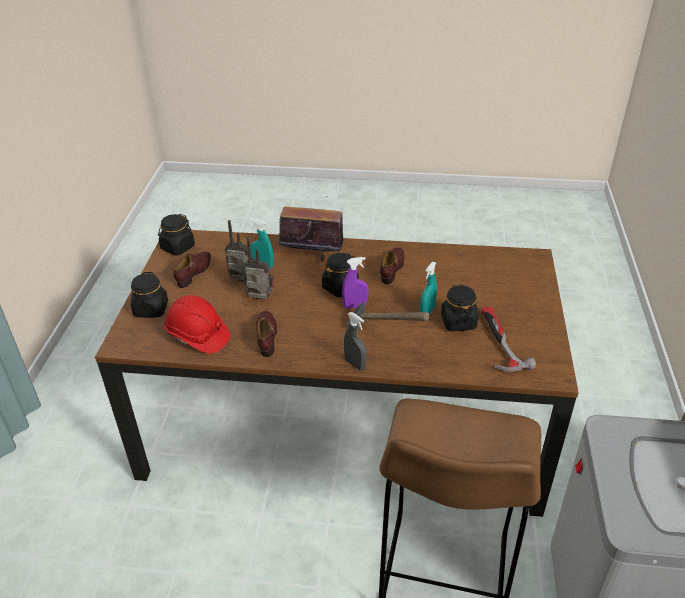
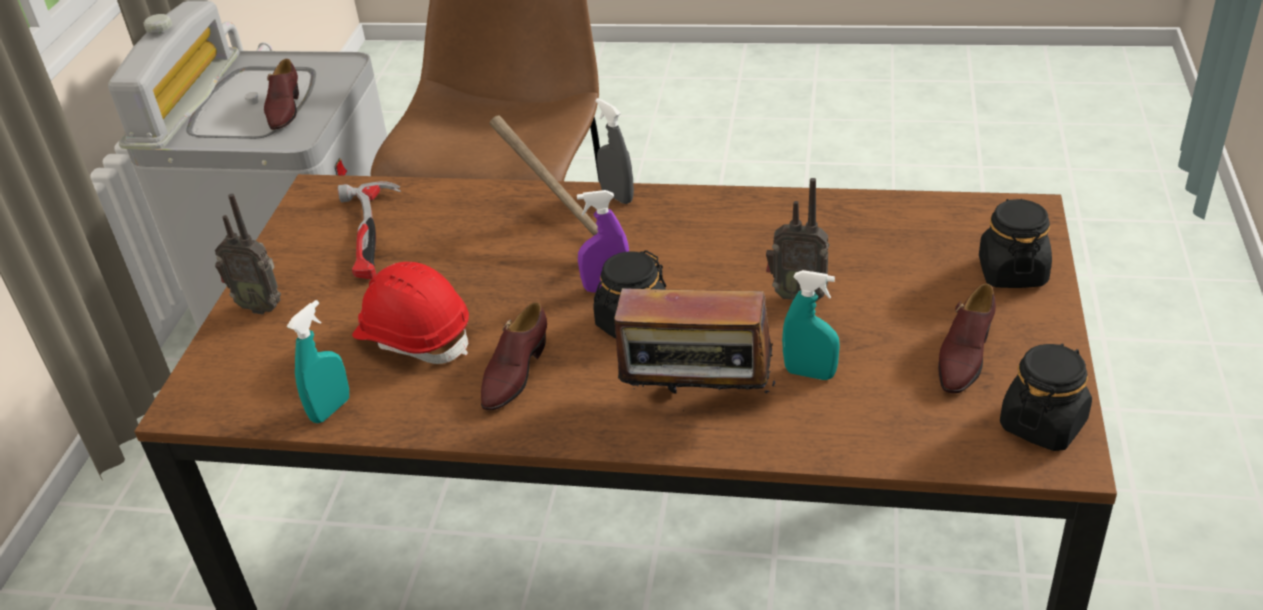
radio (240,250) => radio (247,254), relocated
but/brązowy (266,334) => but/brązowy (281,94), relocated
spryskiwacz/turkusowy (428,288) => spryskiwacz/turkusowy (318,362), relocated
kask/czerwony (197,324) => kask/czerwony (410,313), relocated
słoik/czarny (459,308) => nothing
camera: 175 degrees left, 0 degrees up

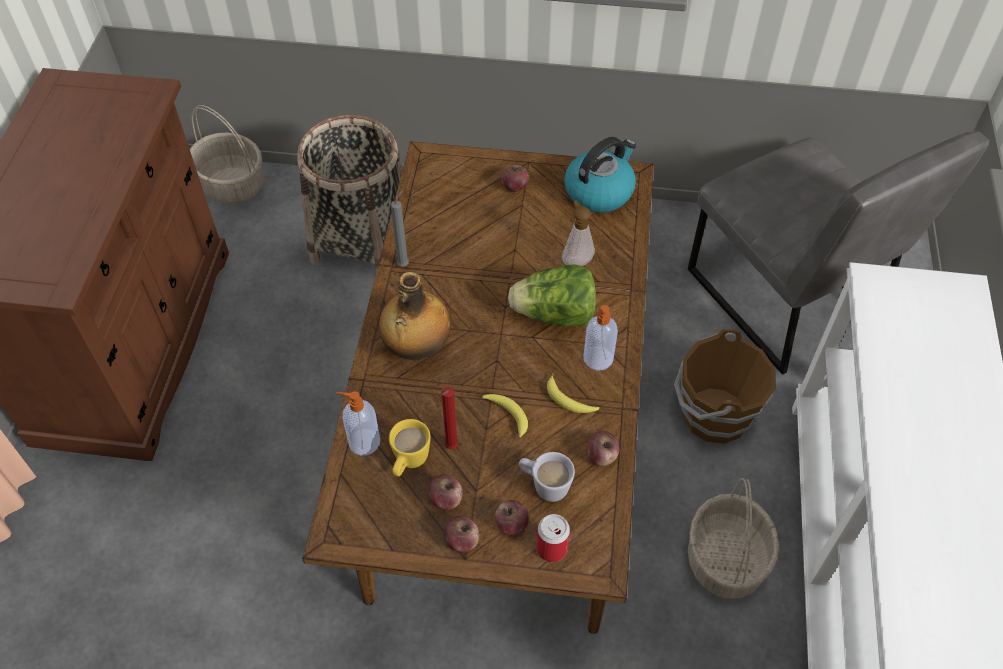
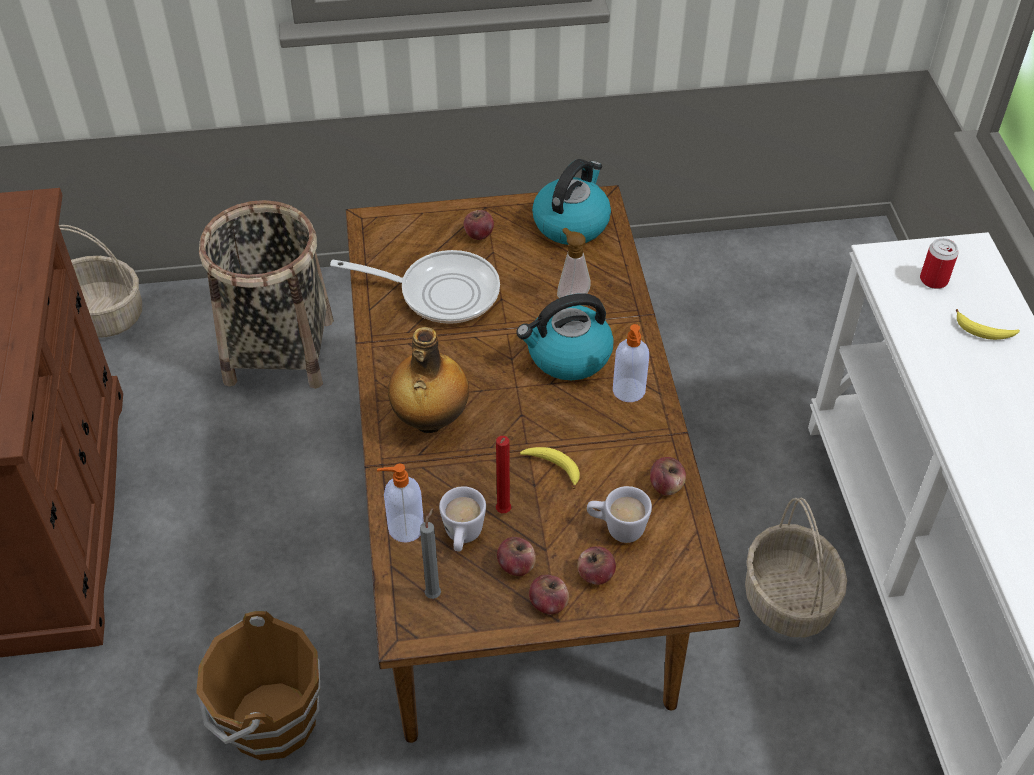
wiadro/brązowy (725,386) => wiadro/brązowy (258,686), relocated
nothing => patelnia (415,287)
świeca/szary (400,228) => świeca/szary (430,553), relocated
kubek/żółty (410,447) => kubek/biały (462,518)
sałata (552,295) => czajnik (565,336)
puszka (553,538) => puszka (939,263), relocated
banan (573,393) => banan (988,324), relocated
krzesło/szary (838,253) => nothing
camera: 15 degrees left, 5 degrees down

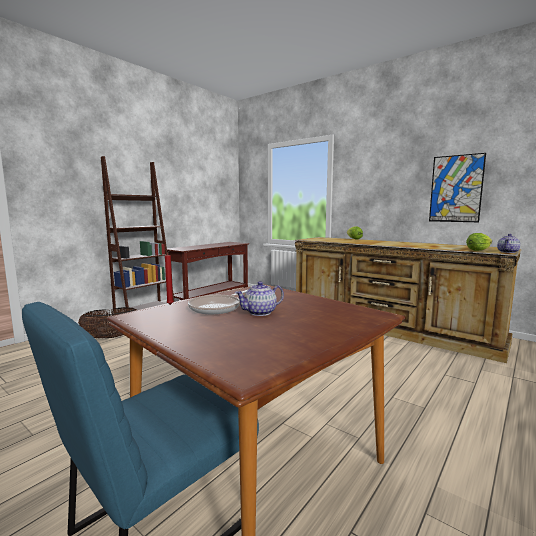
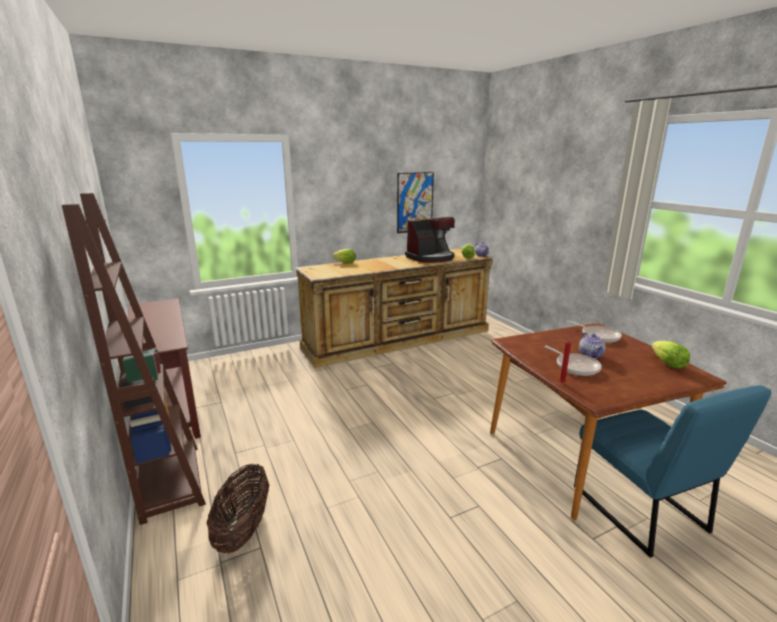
nothing => ekspres do kawy (430,240)
nothing => patelnia (594,332)
nothing => sałata (670,354)
camera: 65 degrees left, 10 degrees up

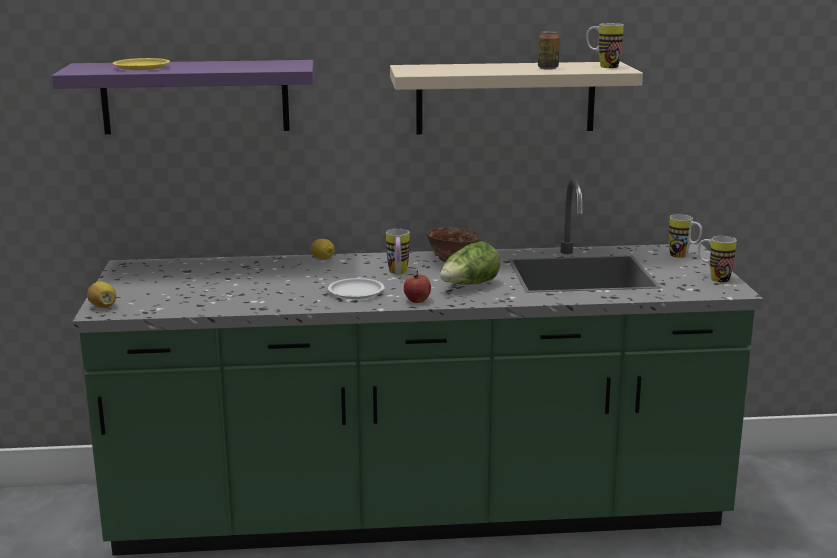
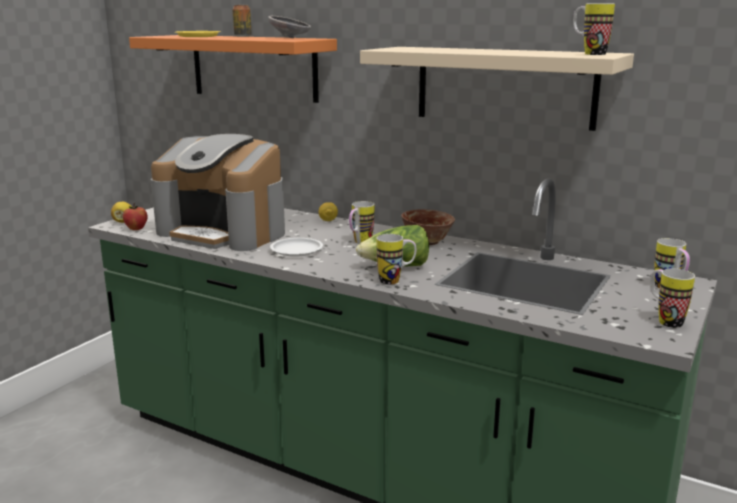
jabłko (417,286) => jabłko (135,216), relocated
półka/fioletowy (183,97) => półka/pomarańczowy (233,69)
nothing => ekspres do kawy (218,192)
puszka (549,50) => puszka (242,20), relocated
nothing => miska/szary (289,27)
nothing => kubek (397,259)
camera: 35 degrees right, 0 degrees up

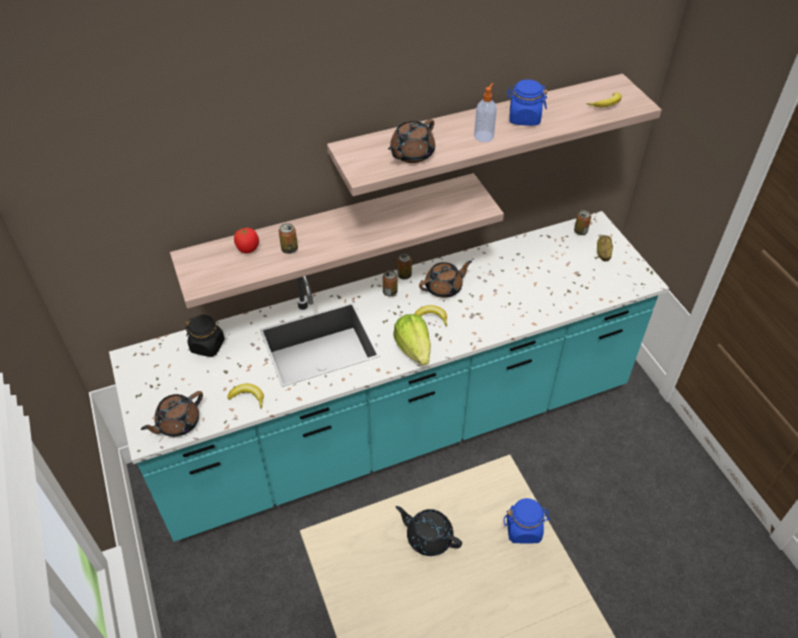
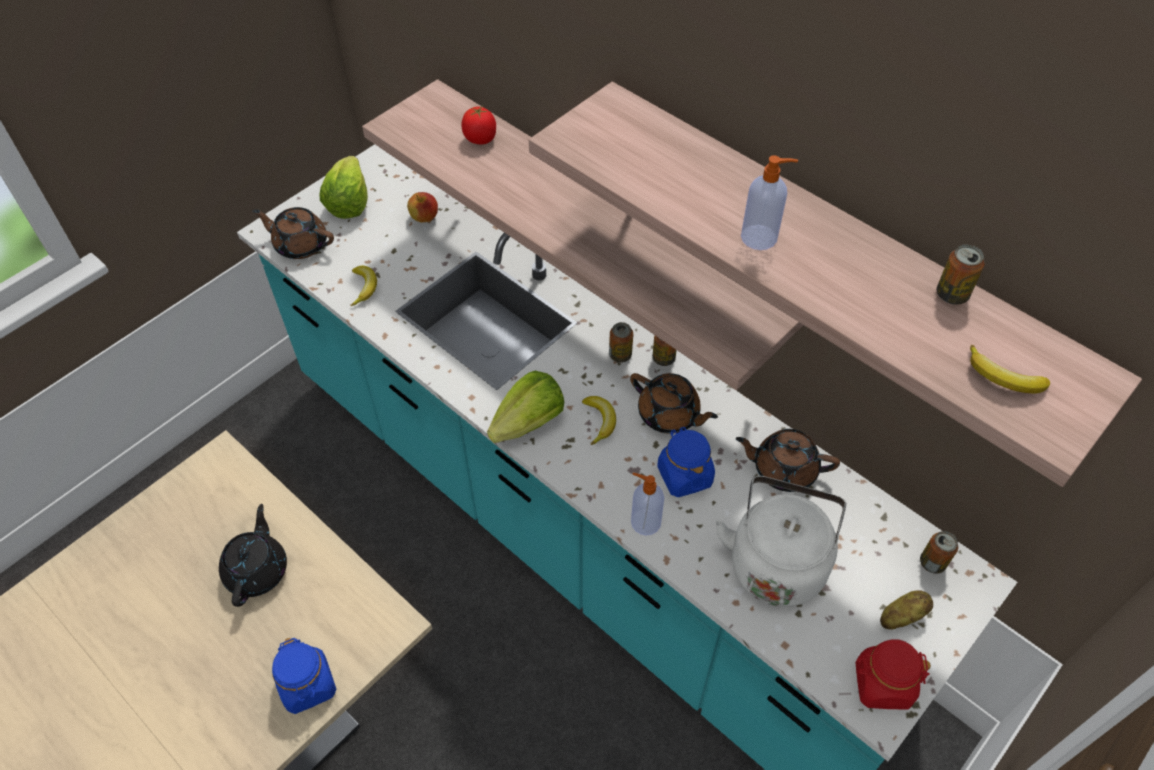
nothing => sałata (344,187)
słoik/czarny (205,336) => jabłko (422,207)
nothing => dozownik mydła (647,504)
słoik/niebieski (527,103) => słoik/niebieski (686,462), relocated
nothing => czajnik/biały (780,541)
imbryk/brązowy (411,141) => imbryk/brązowy (788,460), relocated
nothing => słoik/czerwony (893,674)
puszka (288,238) => puszka (960,275), relocated
camera: 65 degrees right, 5 degrees up

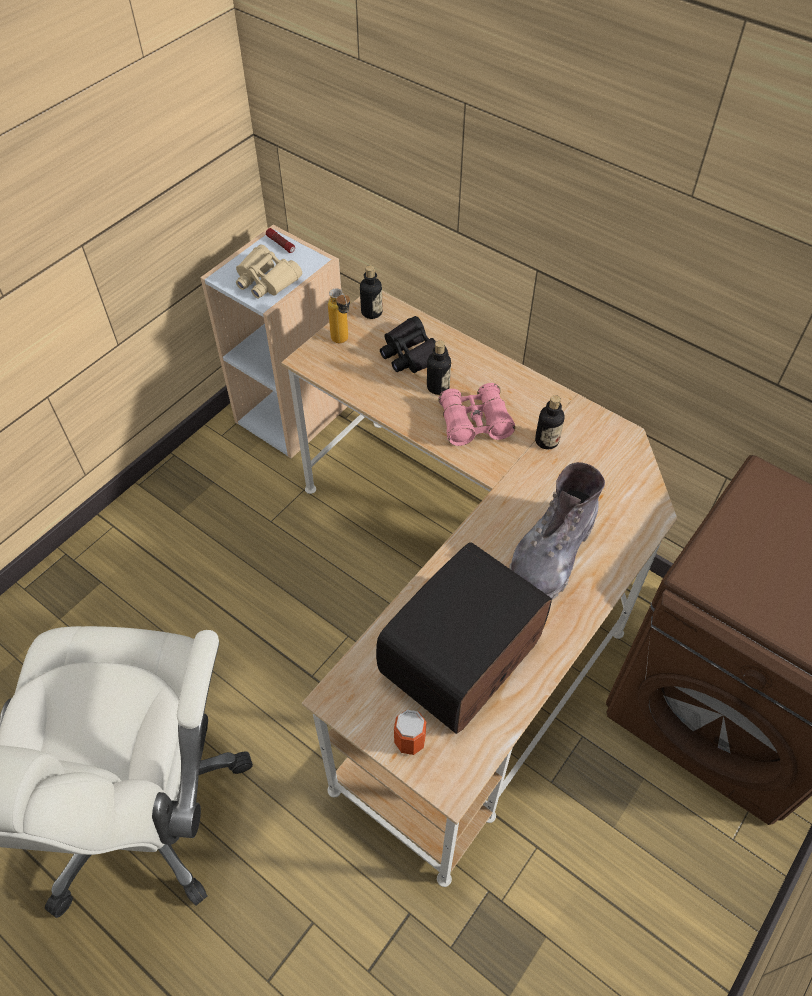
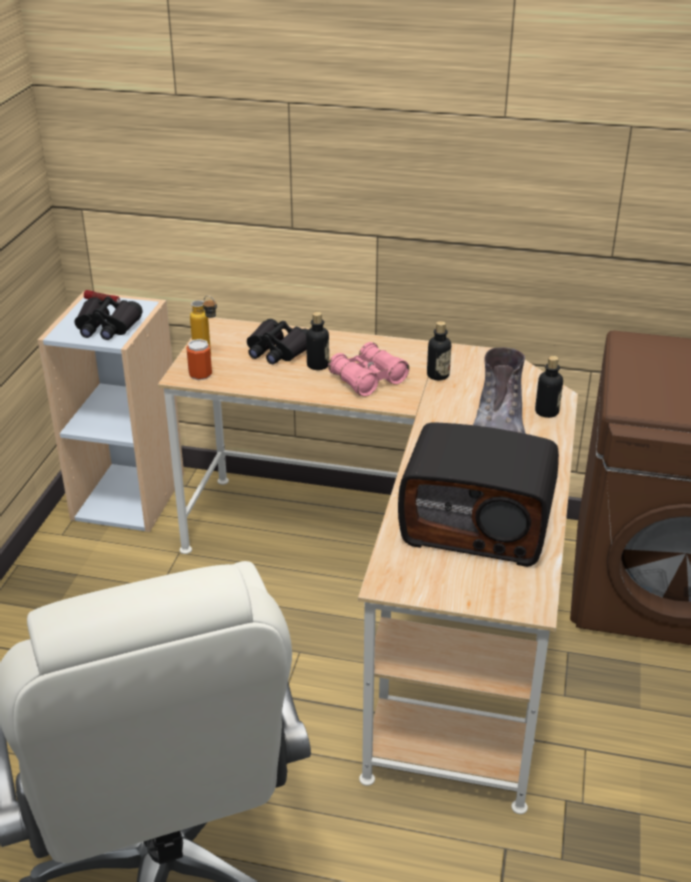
lornetka/beżowy (269,271) => lornetka/czarny (109,318)
puszka (410,732) => puszka (199,359), relocated
radio (464,638) => radio (478,494), 90 degrees counterclockwise
butelka (371,292) => butelka (549,387), relocated
camera: 25 degrees left, 20 degrees down

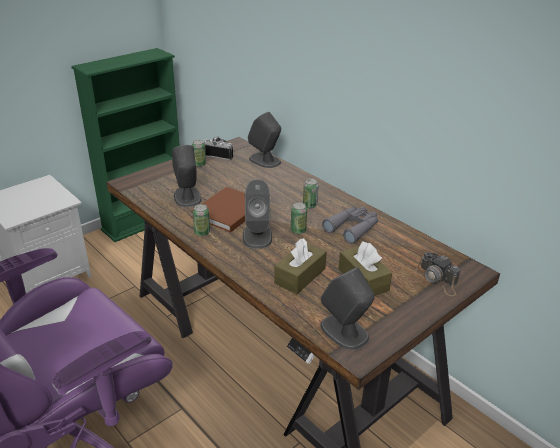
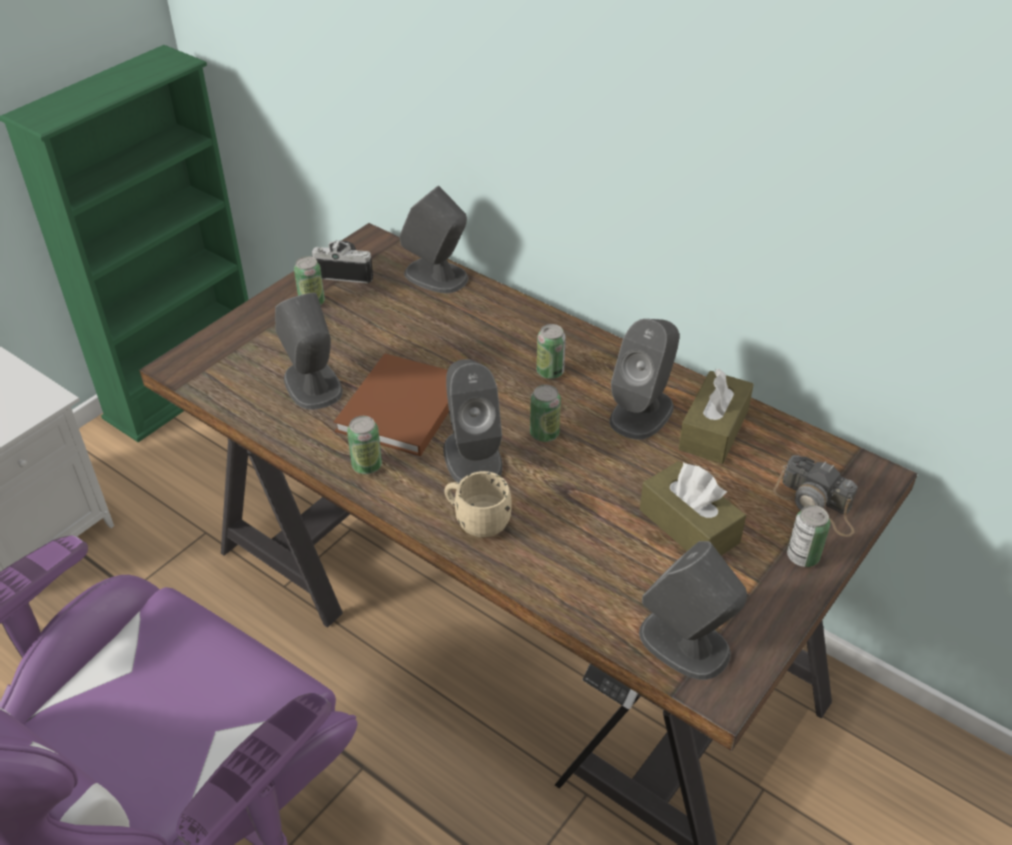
nothing => kubek/beżowy (477,504)
lornetka/szary (350,225) => głośnik/szary (644,379)
pudełko chusteczek/brązowy (300,266) => pudełko chusteczek/brązowy (716,416), relocated
nothing => puszka (808,536)
camera: 10 degrees left, 10 degrees up

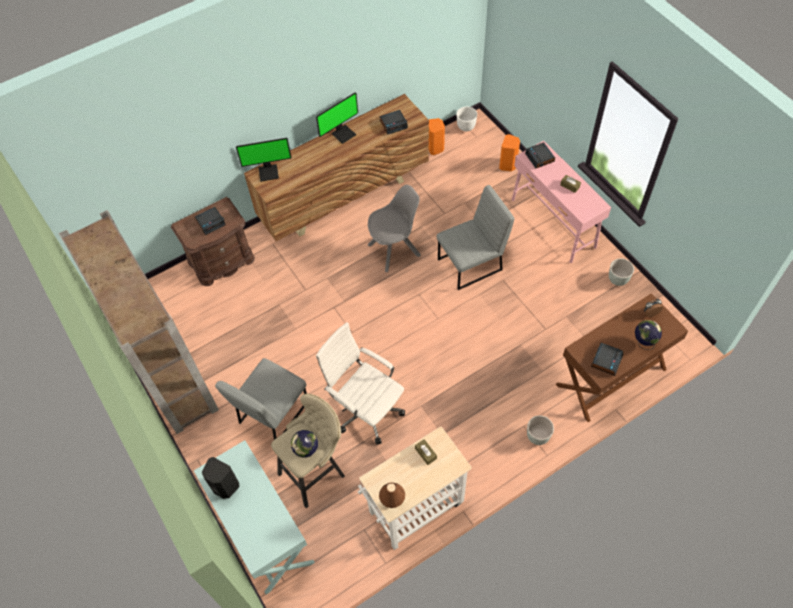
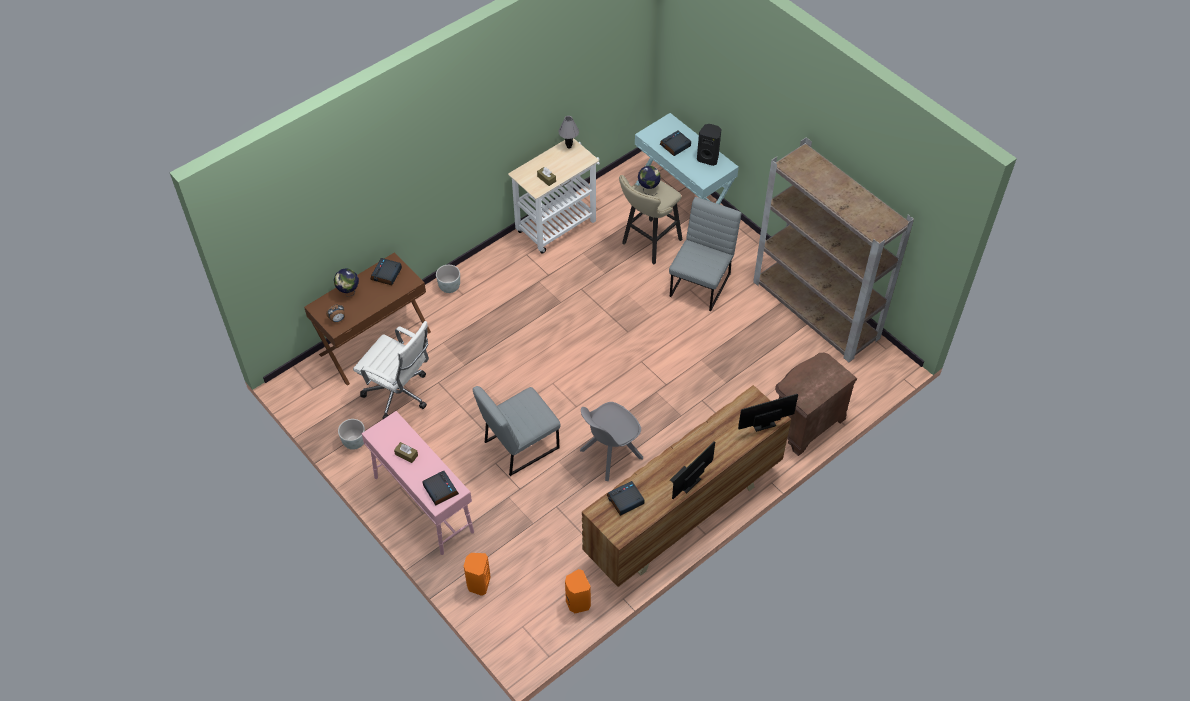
krzesło biurowe/biały (360,383) => krzesło biurowe/biały (391,370), relocated
lampa stołowa/brązowy (392,495) => lampa stołowa/szary (569,132)
budzik (210,221) => budzik (675,143), relocated
donica/biały (467,119) => nothing
camera: 170 degrees right, 5 degrees down

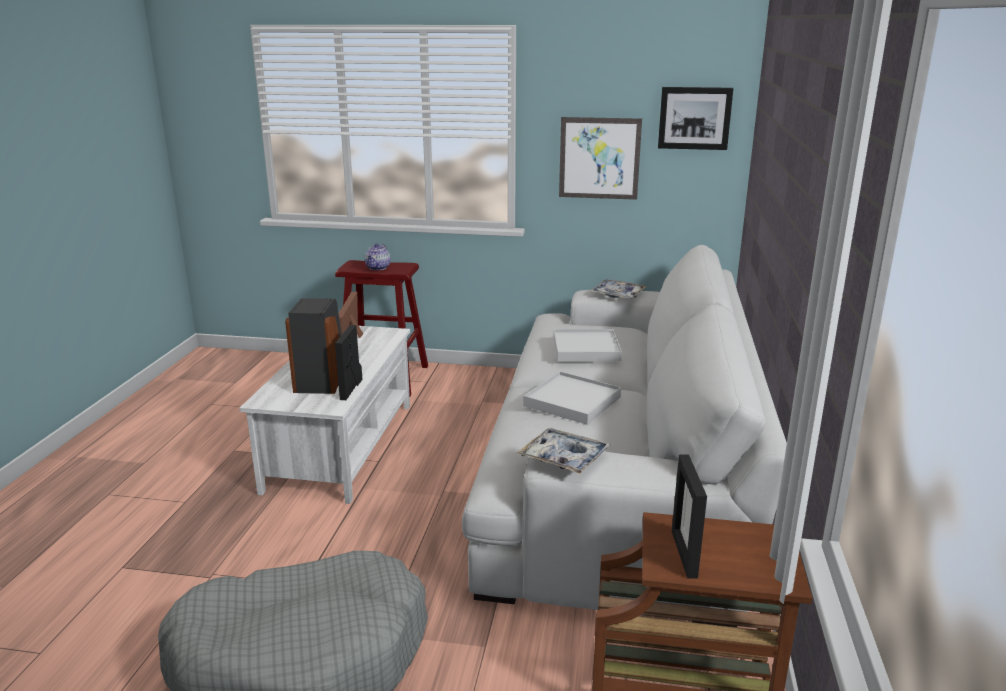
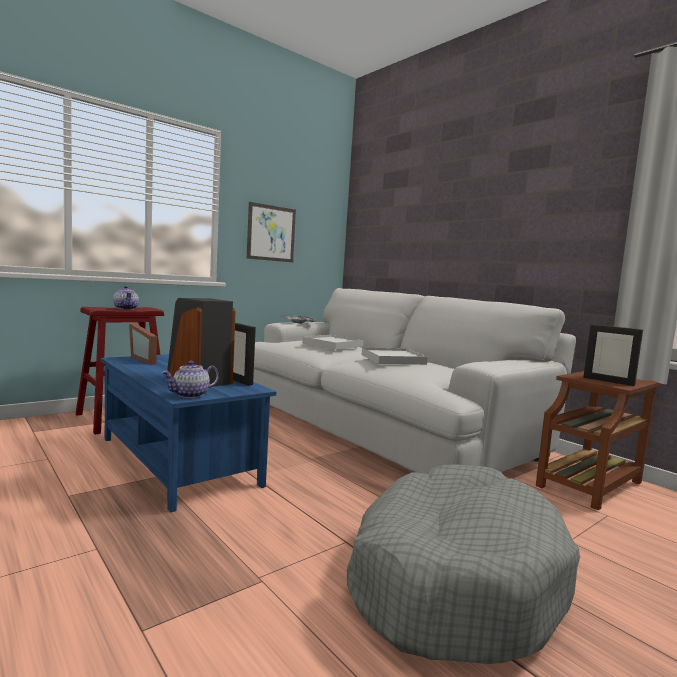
ława/biały (324,415) => ława/niebieski (188,433)
nothing => imbryk (190,379)
taca (564,451) => nothing
obraz (695,118) => nothing
camera: 50 degrees left, 15 degrees down

